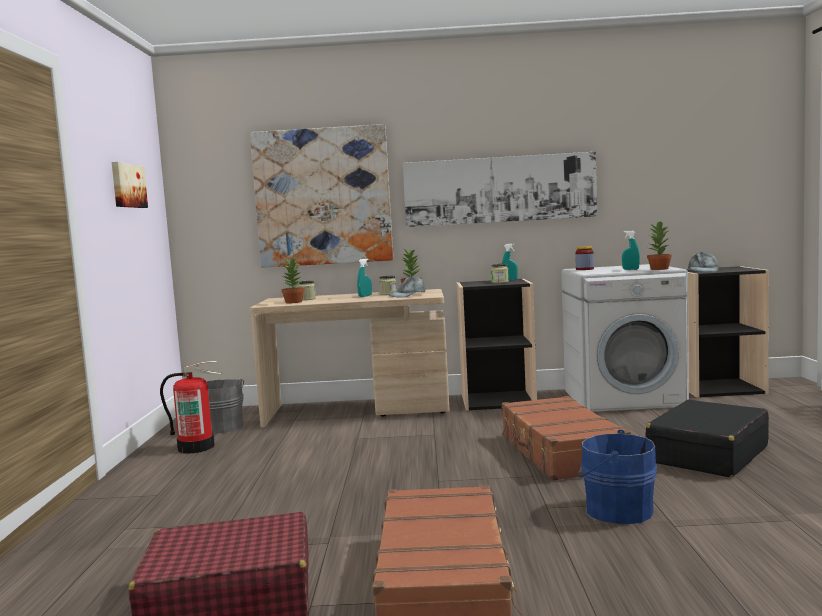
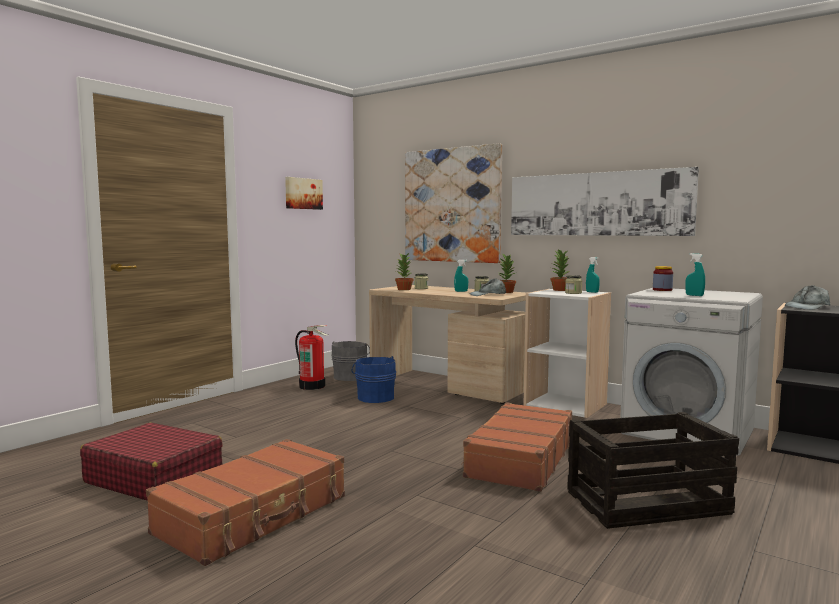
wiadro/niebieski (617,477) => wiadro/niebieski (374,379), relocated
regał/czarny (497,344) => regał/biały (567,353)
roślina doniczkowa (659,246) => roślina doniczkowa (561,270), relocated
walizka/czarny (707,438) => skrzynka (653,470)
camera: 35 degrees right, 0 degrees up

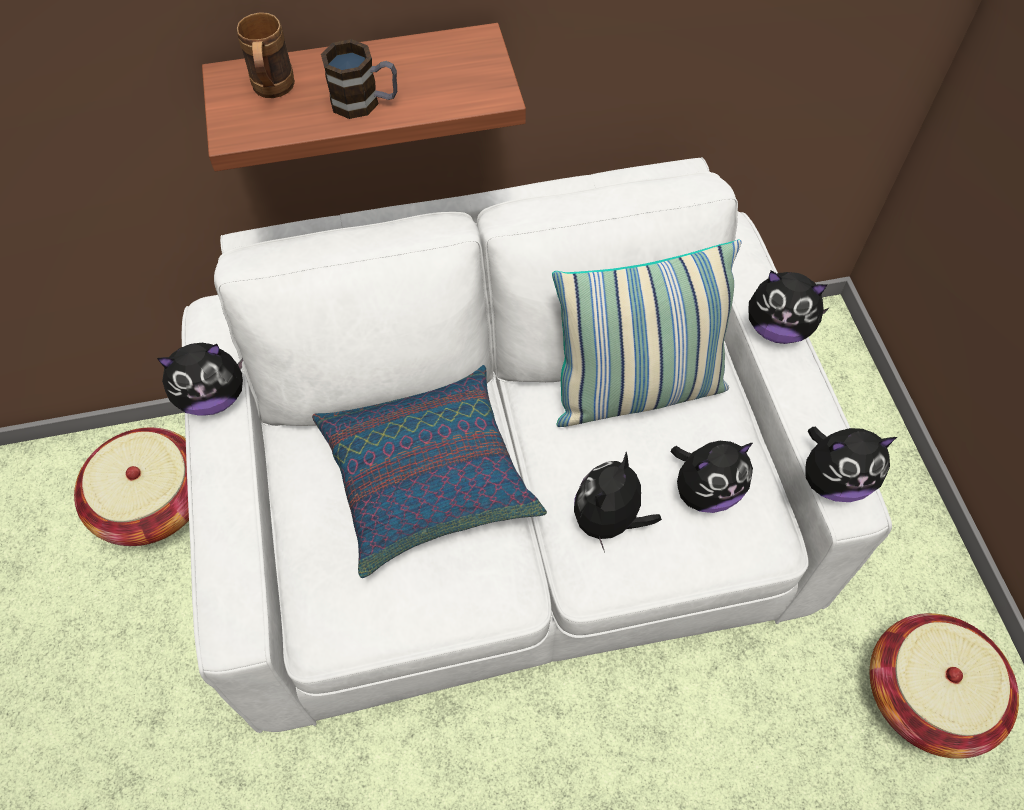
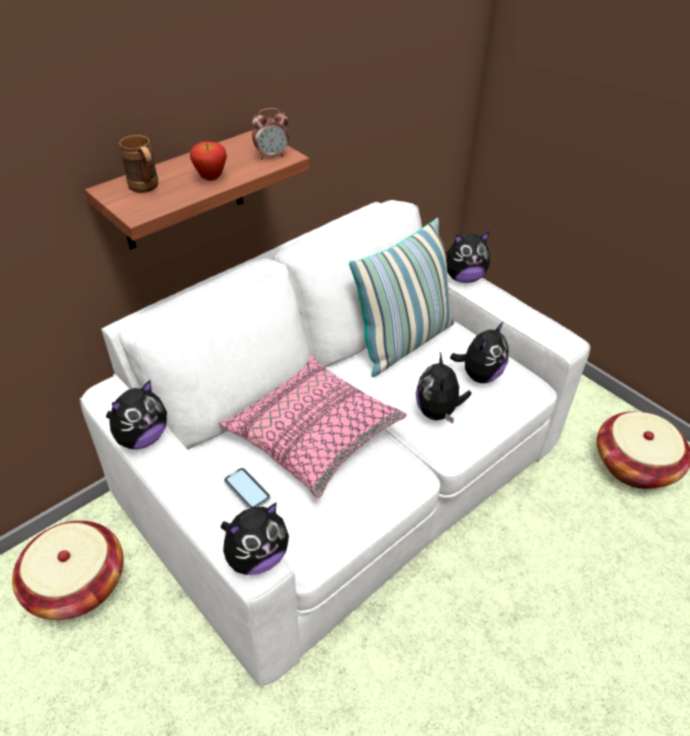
kubek (359,79) => jabłko (208,161)
poduszka/niebieski (429,471) => poduszka/różowy (313,427)
pluszak (851,464) => pluszak (254,538), relocated
nothing => telefon (247,488)
nothing => budzik (270,133)
camera: 30 degrees left, 15 degrees down

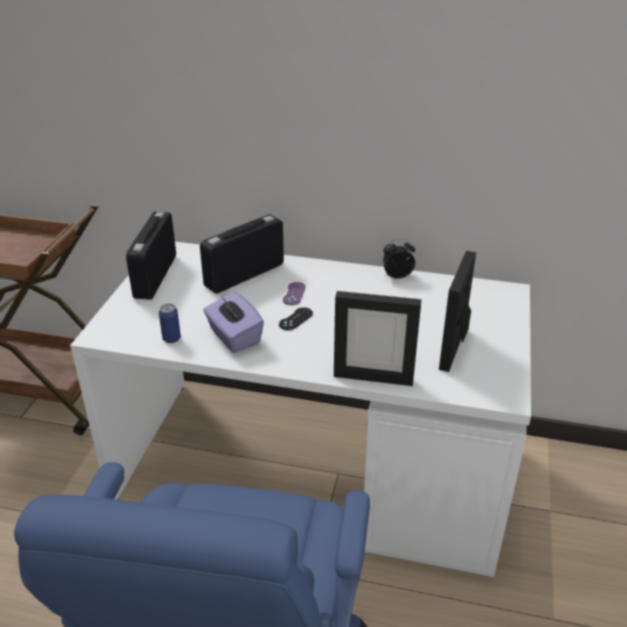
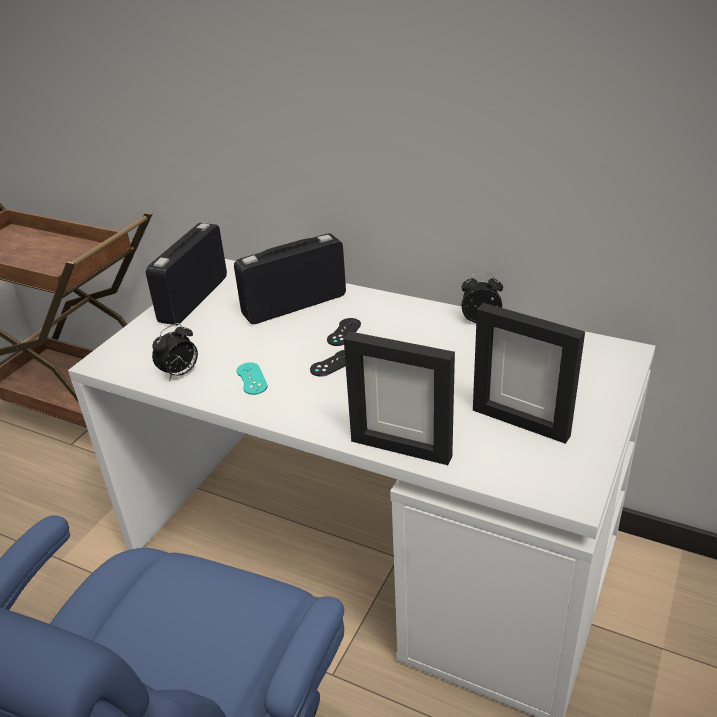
puszka (170,323) => budzik (175,352)
pudełko chusteczek/fioletowy (233,322) => pad do gier/turkusowy (252,379)
pad do gier/fioletowy (294,293) => pad do gier/czarny (344,332)
ramka na zdjęcie (457,311) => ramka na zdjęcie (529,373), 90 degrees counterclockwise
camera: 15 degrees right, 0 degrees up

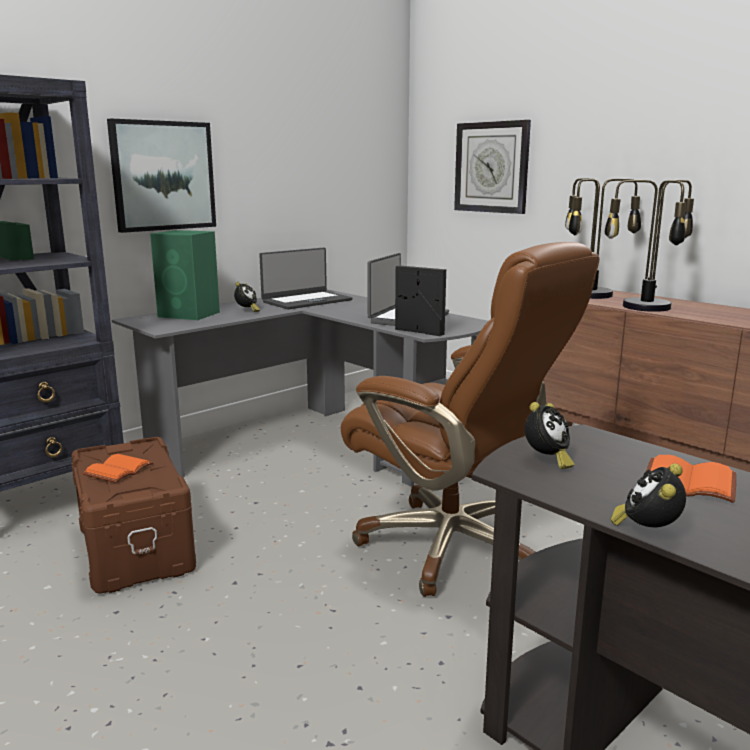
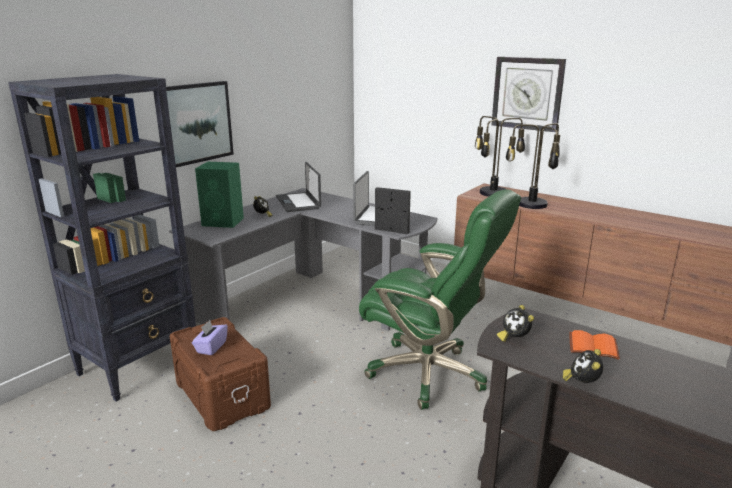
książka/pomarańczowy (117,468) => pudełko chusteczek/fioletowy (210,337)
laptop (305,278) => laptop (298,187), 120 degrees clockwise
krzesło biurowe/brązowy (470,419) => krzesło biurowe/zielony (440,299)
zegar ścienny (492,167) => zegar ścienny (528,94), relocated
budzik (549,435) => budzik (515,323), 120 degrees clockwise
camera: 10 degrees left, 5 degrees up

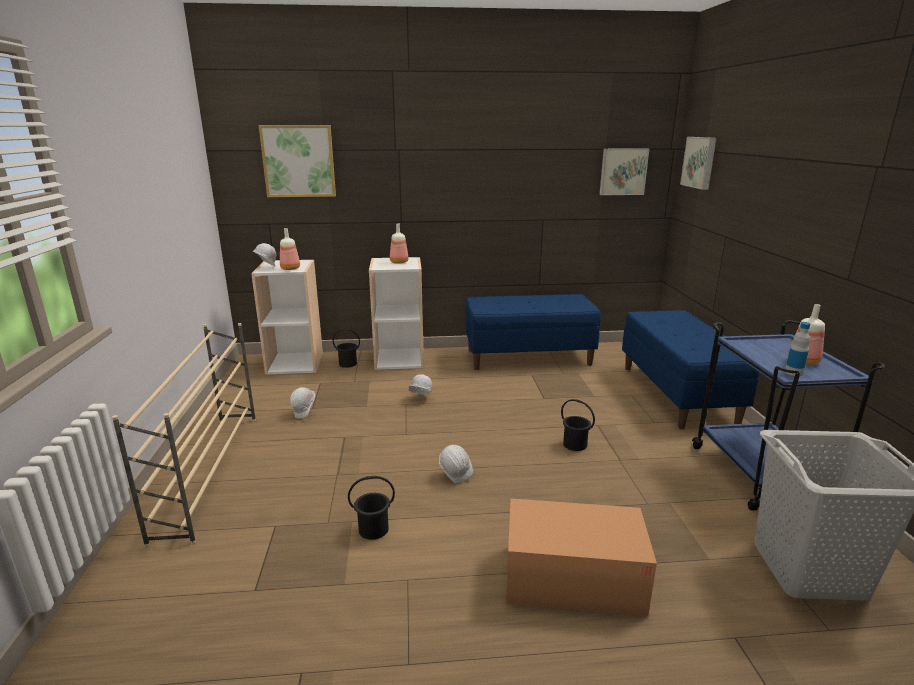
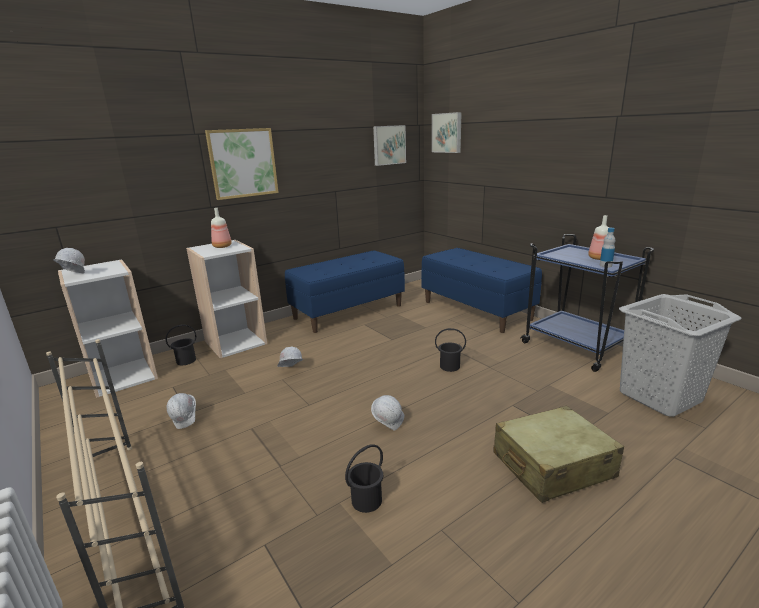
obraz (297,161) => obraz (242,164), relocated
karton (581,557) => walizka/beżowy (558,454)
butelka (290,249) => nothing
camera: 30 degrees left, 0 degrees up

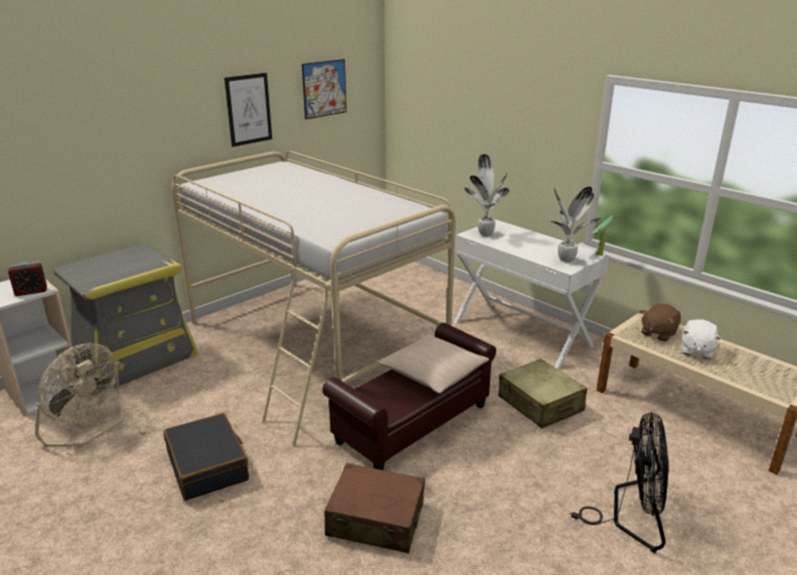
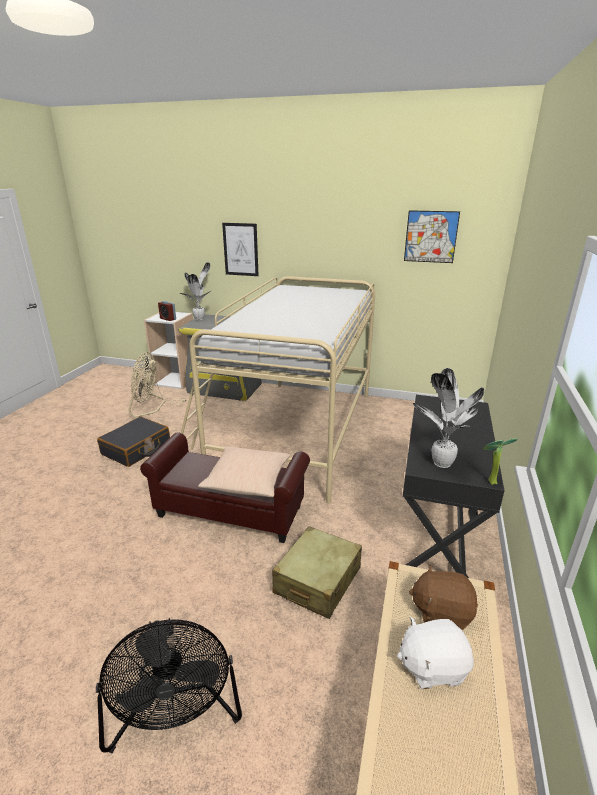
wentylator/beżowy (91,395) => wentylator/beżowy (157,385), 90 degrees counterclockwise
roślina doniczkowa (486,195) => roślina doniczkowa (196,291), relocated
obraz (248,110) => obraz (240,249), relocated
biurko/biały (532,295) => biurko/czarny (453,486)
walizka/brązowy (374,508) => nothing
camera: 60 degrees right, 0 degrees up

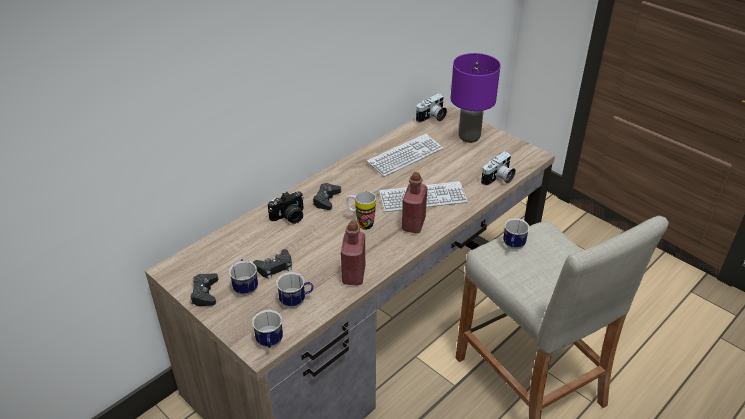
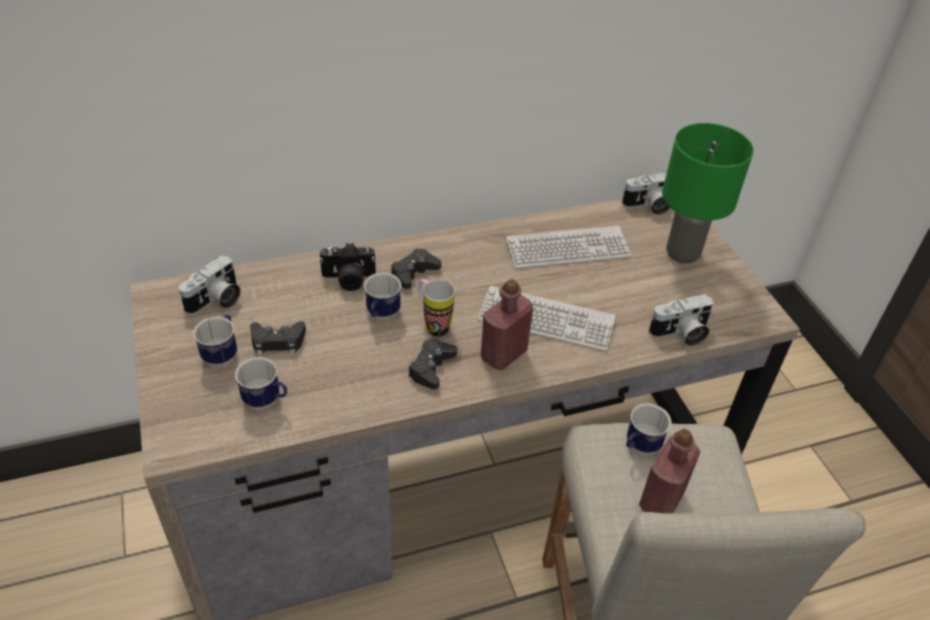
nothing => aparat fotograficzny (210,284)
kubek (267,329) => kubek (382,296), relocated
pad do gier/czarny (204,289) => pad do gier/czarny (432,364), relocated
butelka/czerwony (353,253) => butelka/czerwony (669,471), relocated
lampa stołowa/fioletowy (476,98) => lampa stołowa/zielony (708,193)
camera: 25 degrees right, 5 degrees up

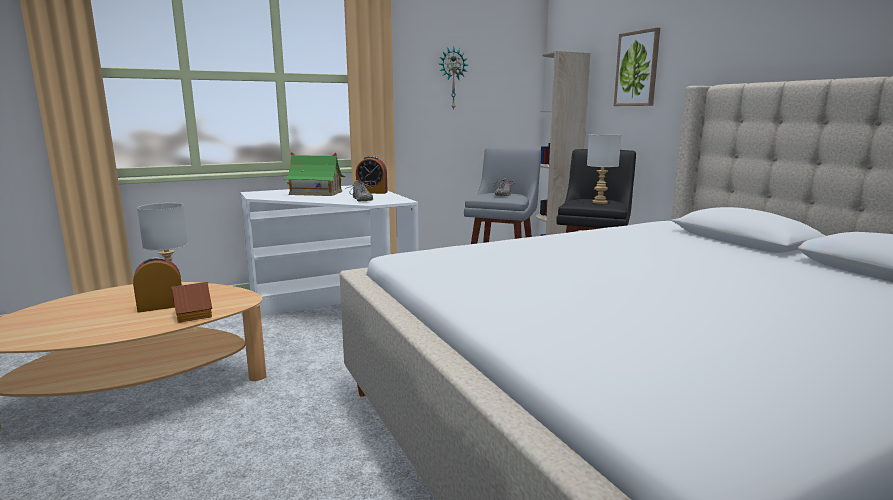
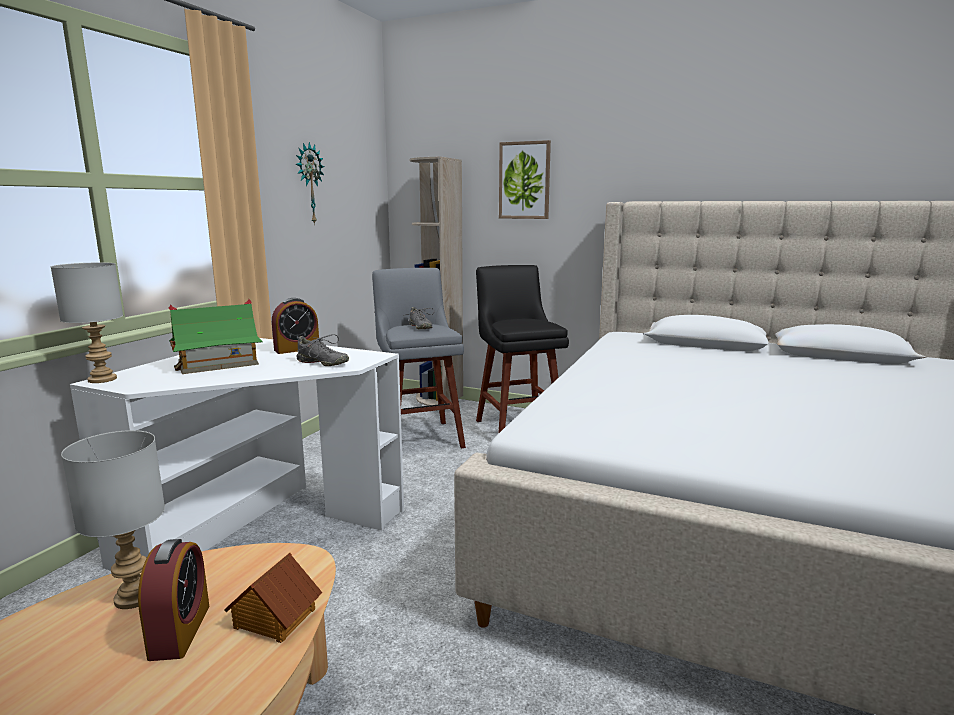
lampa stołowa/szary (604,169) => lampa stołowa/szary (87,322), relocated
budzik (157,284) => budzik (173,600), 150 degrees clockwise
camera: 40 degrees left, 0 degrees up

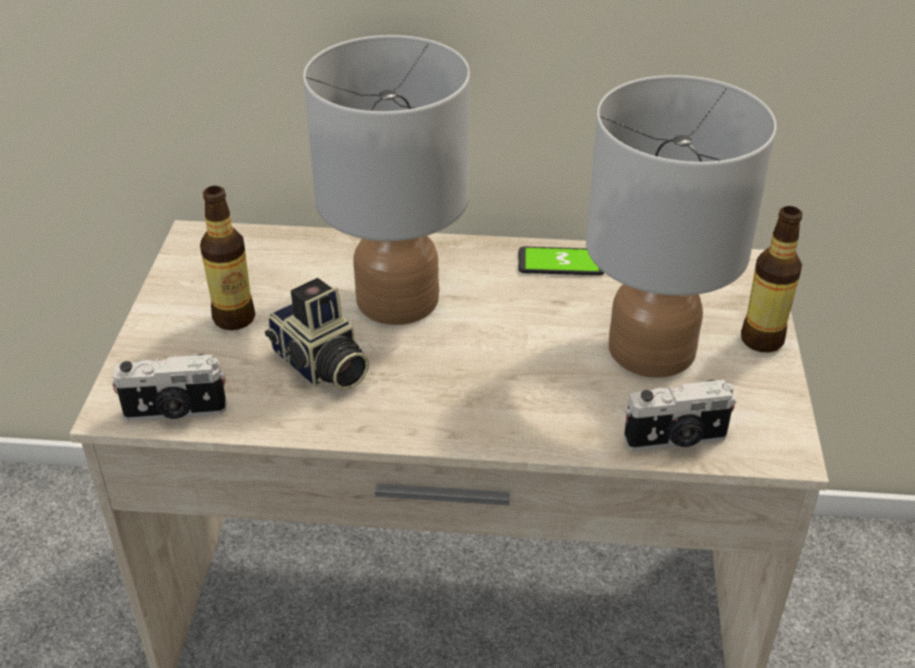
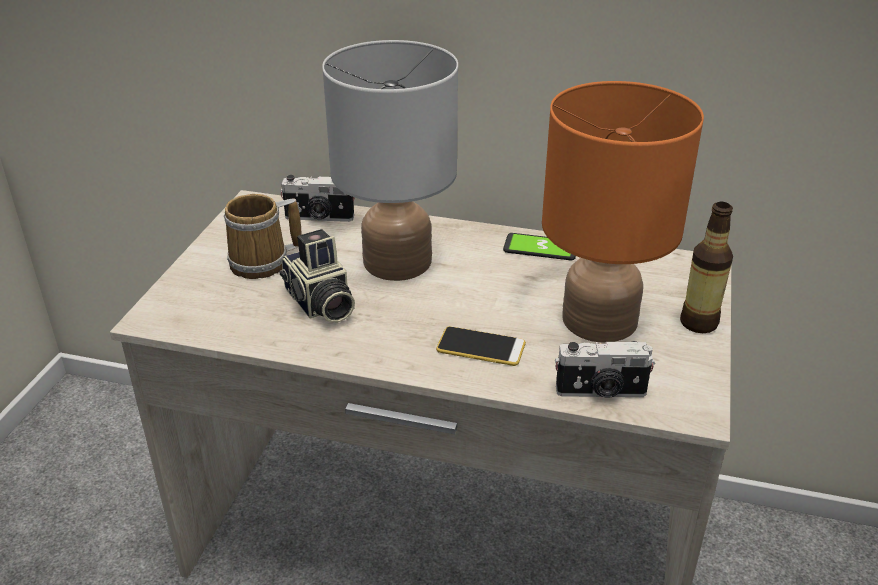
butelka (227,258) => kubek (262,236)
aparat fotograficzny (169,387) => aparat fotograficzny (317,198), relocated
nothing => telefon (481,346)
lampa stołowa/szary (681,226) => lampa stołowa/pomarańczowy (623,211)
camera: 10 degrees right, 5 degrees down

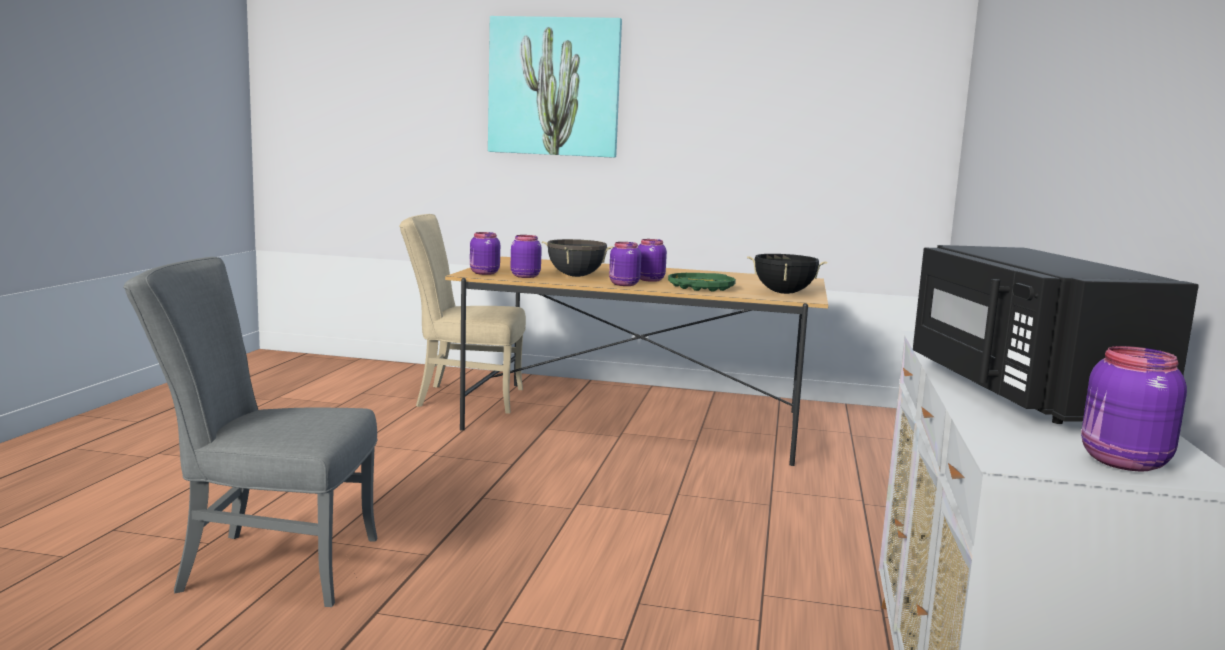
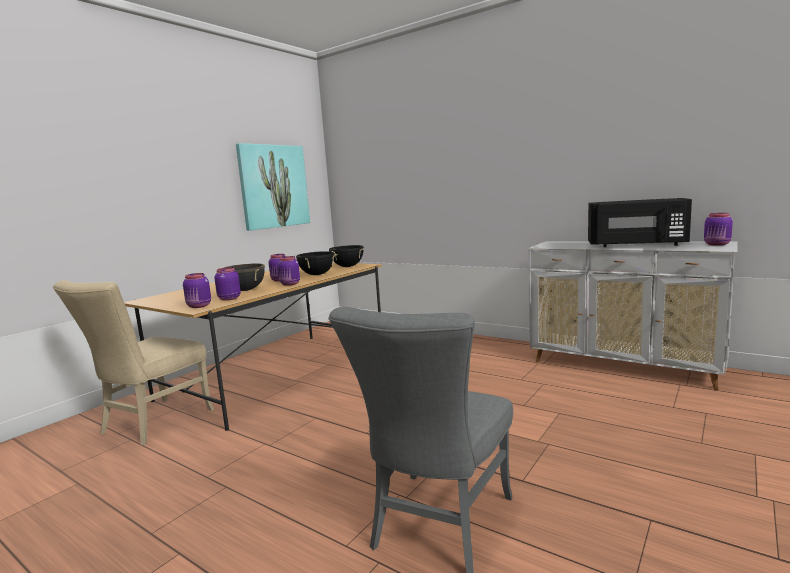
obraz (555,87) => obraz (273,187), relocated
taca/zielony (702,282) => garnek/czarny (316,263)
camera: 65 degrees left, 0 degrees up

